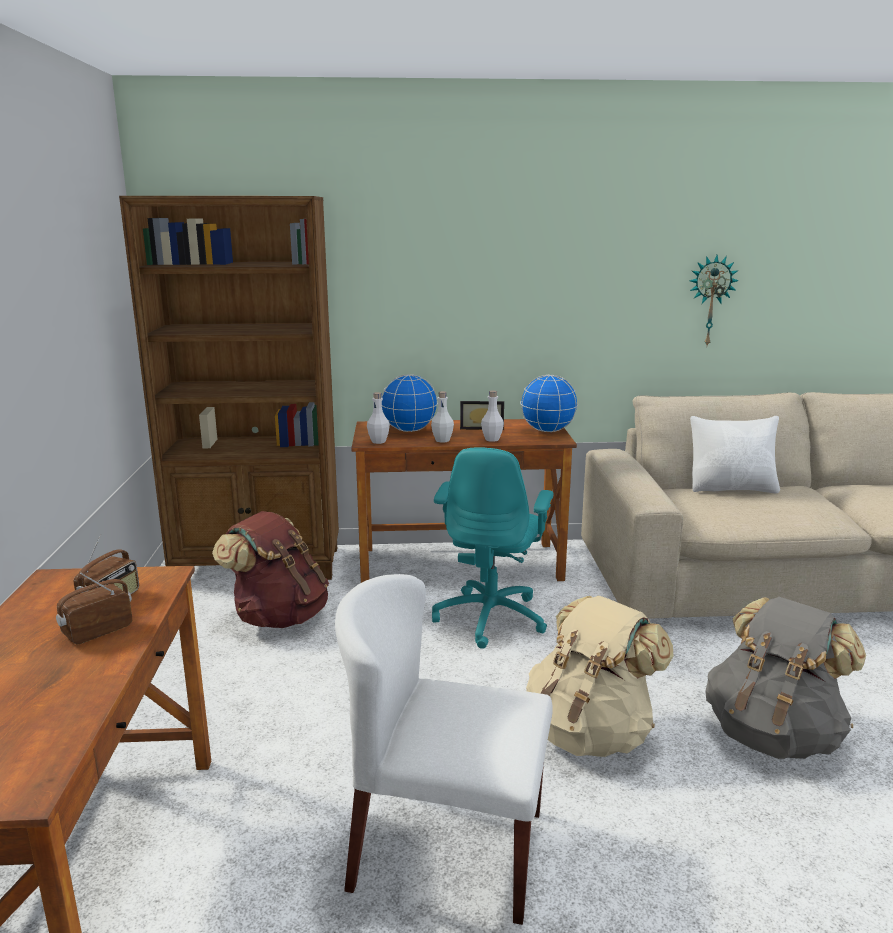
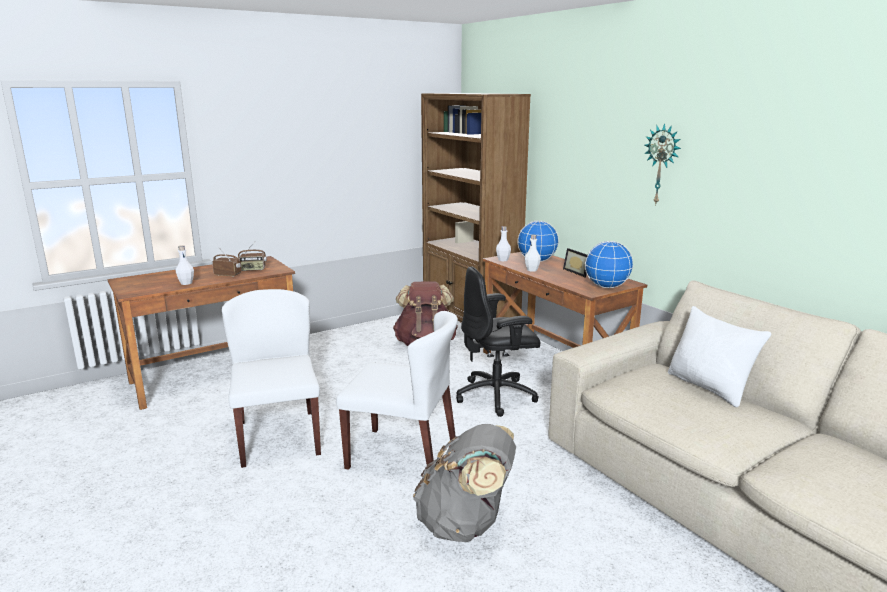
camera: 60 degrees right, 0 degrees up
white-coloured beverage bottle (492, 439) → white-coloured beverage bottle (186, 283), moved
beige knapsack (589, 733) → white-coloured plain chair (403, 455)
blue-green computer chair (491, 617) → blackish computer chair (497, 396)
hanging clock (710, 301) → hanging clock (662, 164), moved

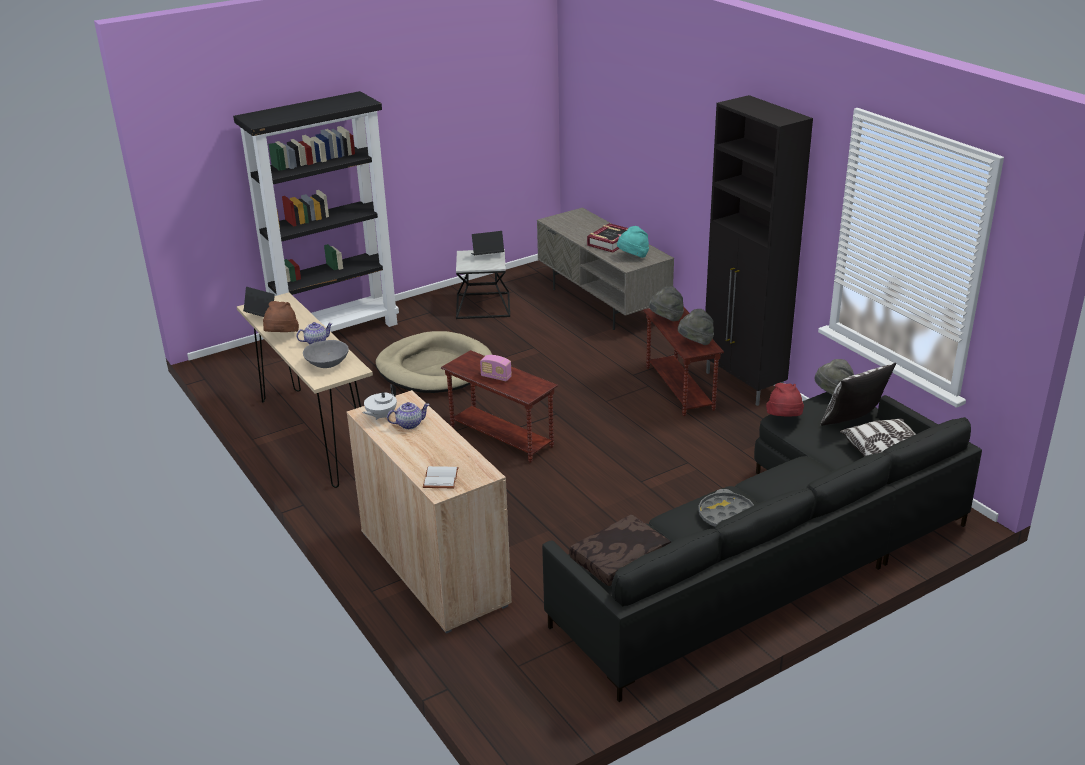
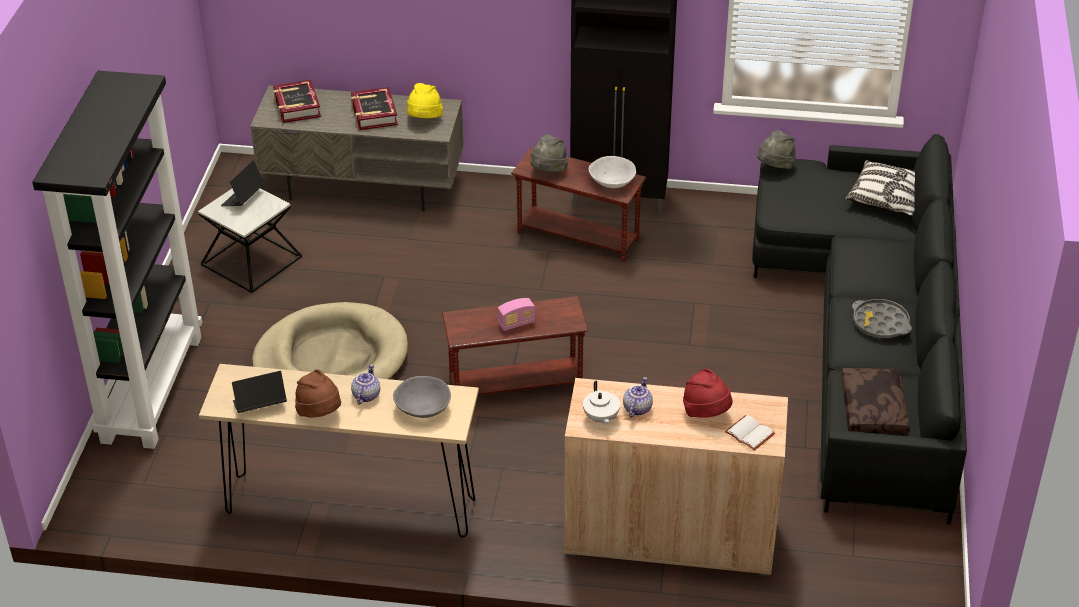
camera: 50 degrees left, 10 degrees up
- → bound book (296, 106)
blue-green clothing hat (633, 257) → yellowish clothing hat (424, 119)
gray clothing hat (695, 343) → white-coloured deep dish (612, 182)
red-coloured clothing hat (784, 419) → red-coloured clothing hat (706, 412), moved
pillow (852, 421) → -

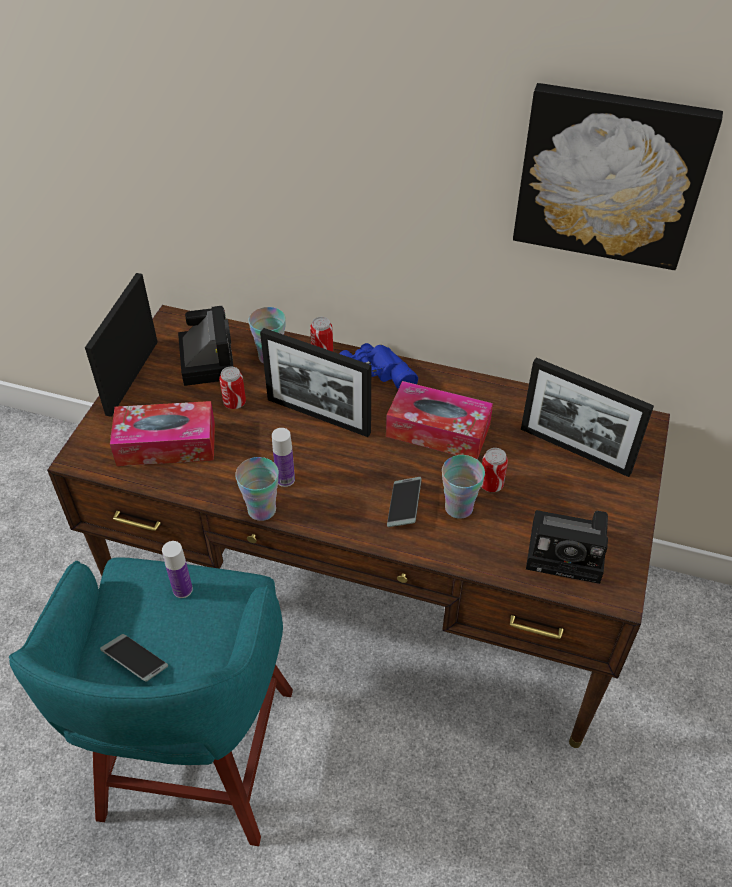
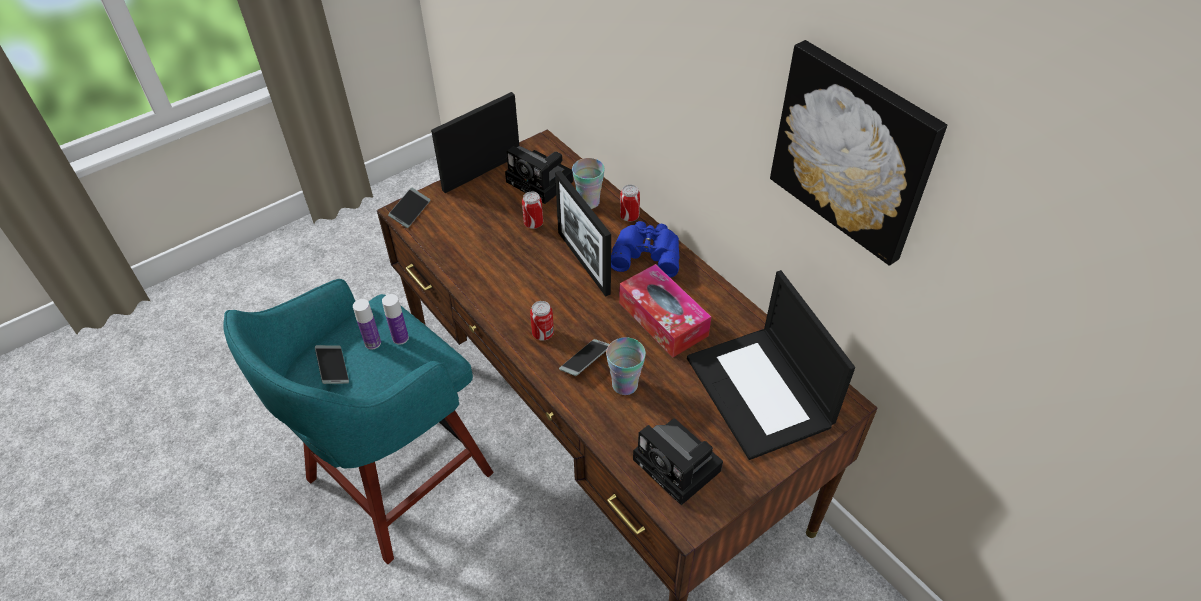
camera: 35 degrees right, 0 degrees up
beverage bottle (285, 479) → beverage bottle (373, 343), moved
- → telephone (410, 211)
photo camera (206, 359) → photo camera (542, 182), 105 degrees clockwise
sealed can (491, 484) → sealed can (543, 334), moved
picture frame (575, 450) → laptop (761, 392)
tissue box (166, 444) → -
cup (262, 510) → -

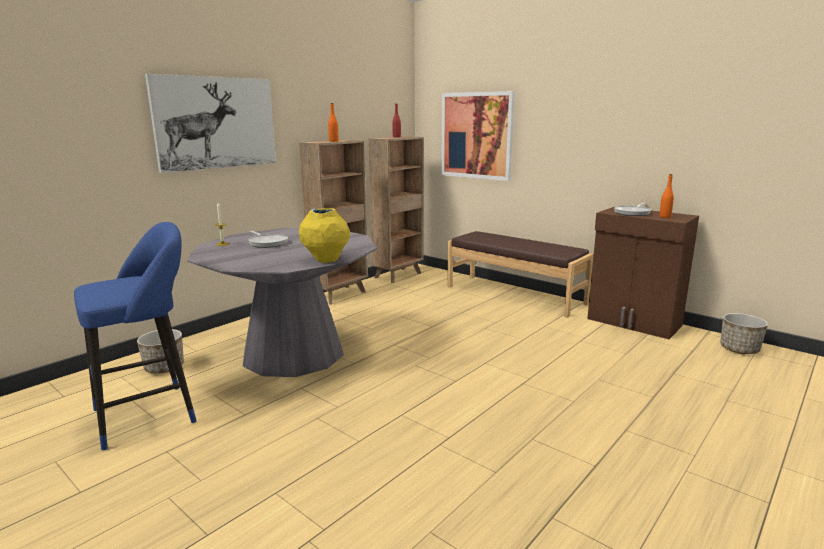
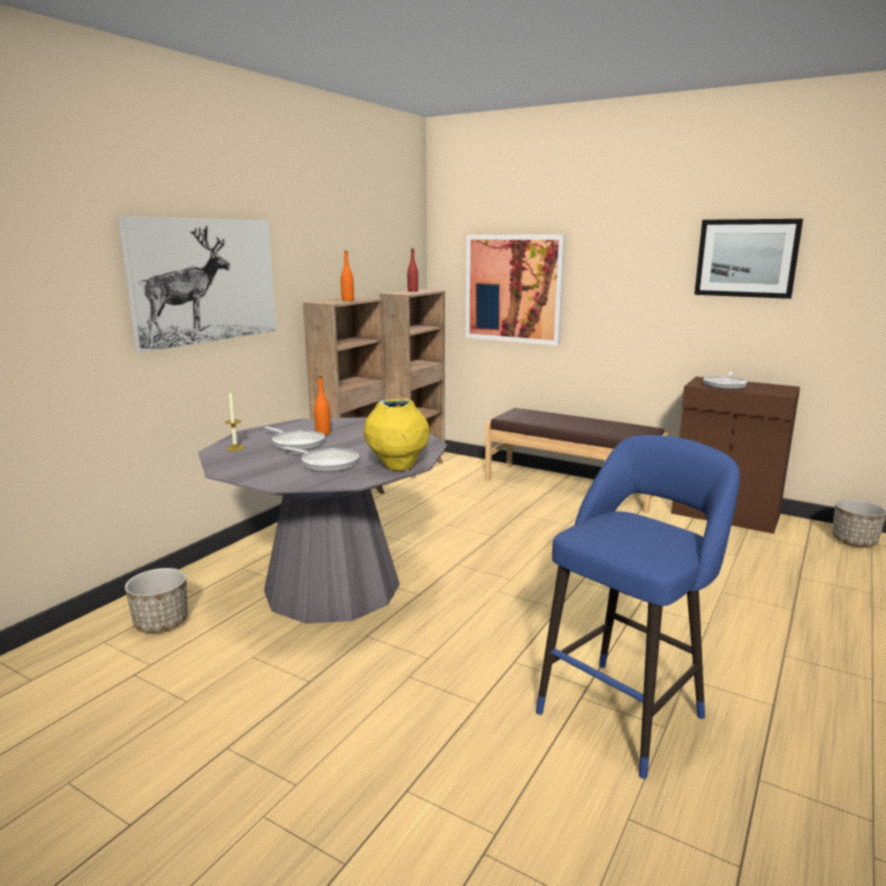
camera: 10 degrees left, 0 degrees up
- → skillet (327, 463)
orange-coloured beverage bottle (665, 217) → orange-coloured beverage bottle (323, 433), moved
bluish sitting stool (151, 413) → bluish sitting stool (625, 710), moved
- → wall art (746, 258)

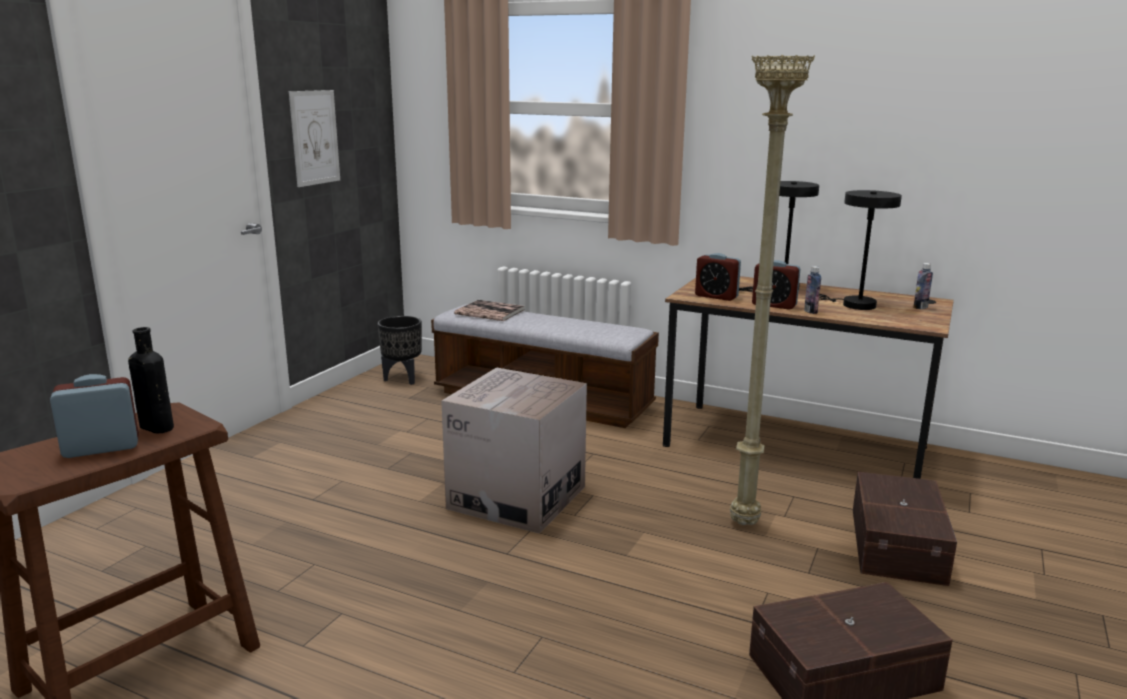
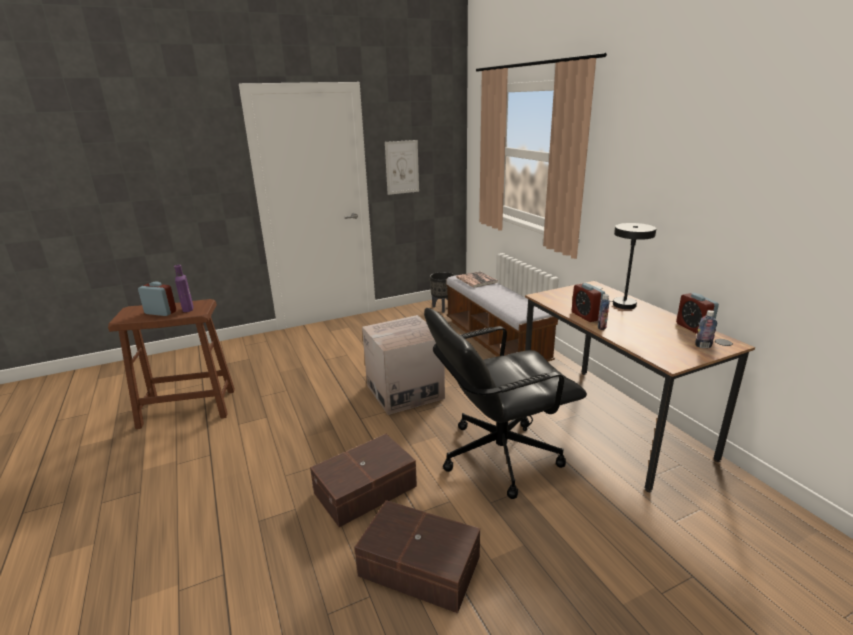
camera: 40 degrees right, 5 degrees up
blackish beverage bottle (155, 427) → purplish beverage bottle (188, 308)
brown-coloured storage box (899, 545) → brown-coloured storage box (367, 490), moved
beige floor lamp (742, 522) → blackish computer chair (498, 455)
table clock (716, 296) → table clock (693, 328), moved
blackish tabletop lamp (853, 304) → -

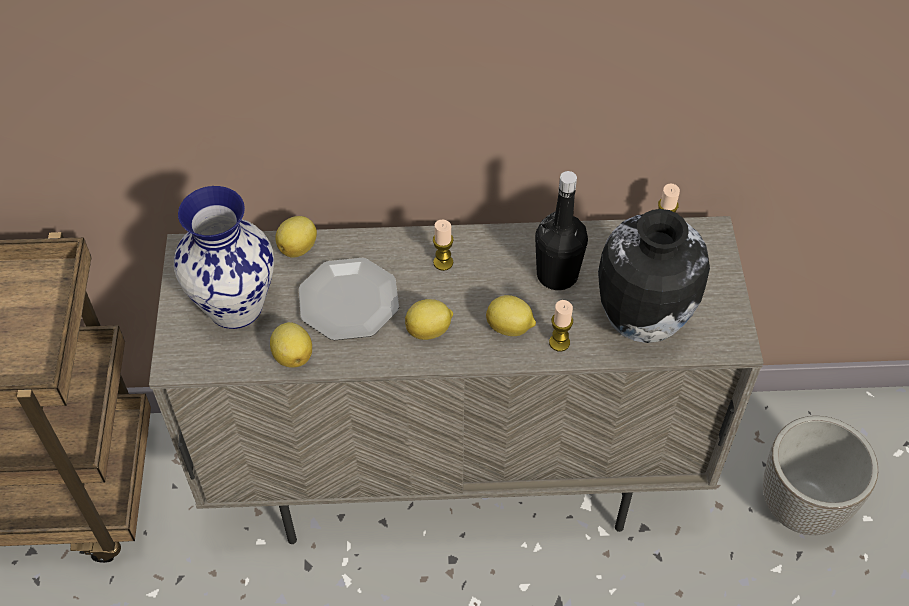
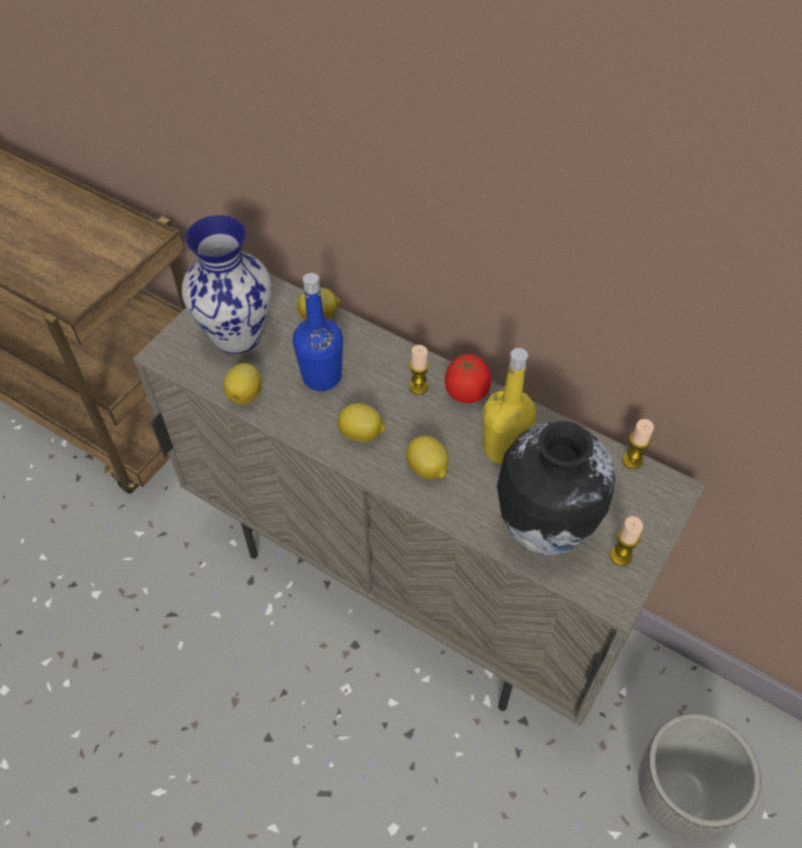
camera: 35 degrees right, 0 degrees up
plate (349, 300) → bluish beverage bottle (321, 377)
- → whole tomato (466, 392)
blackish beverage bottle (557, 275) → yellowish beverage bottle (503, 448)
candle (559, 342) → candle (620, 556), moved

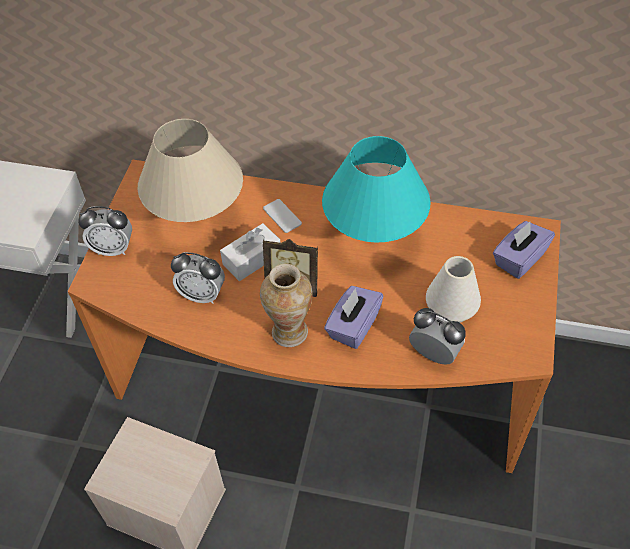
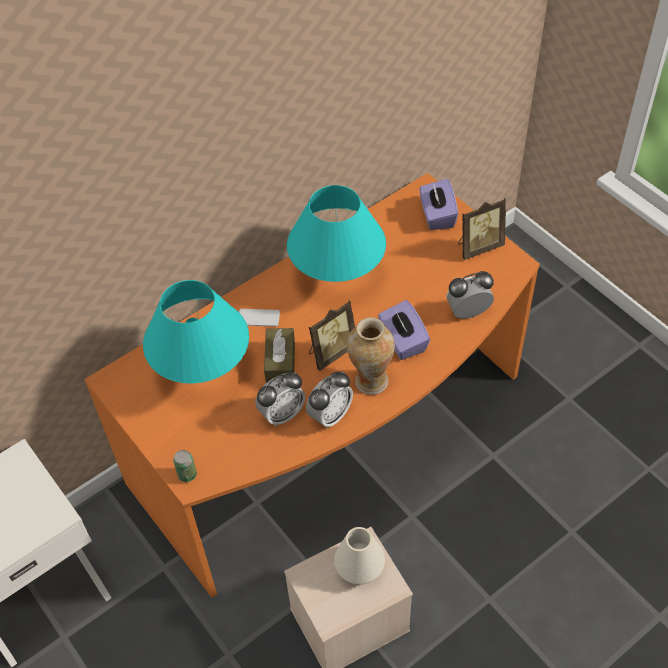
camera: 50 degrees left, 0 degrees up
beige tabletop lamp (198, 220) → blue-green tabletop lamp (203, 373)
- → sealed can (187, 475)
white-coloured tissue box (252, 259) → brown-coloured tissue box (280, 362)
table clock (113, 249) → table clock (330, 415), moved
white-coloured vase (451, 310) → white-coloured vase (359, 568), moved
- → picture frame (478, 246)

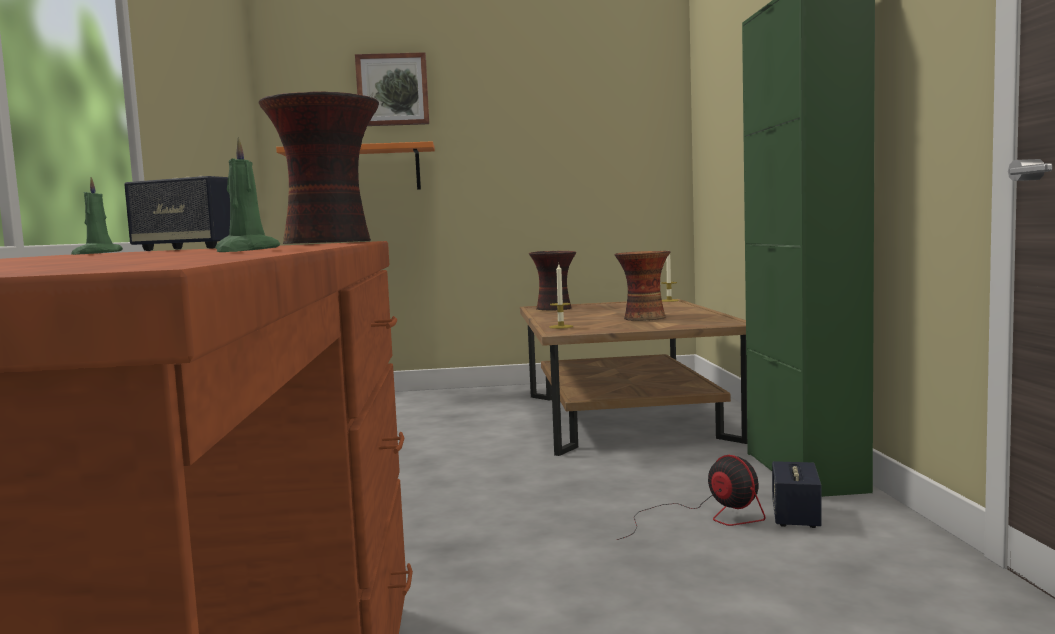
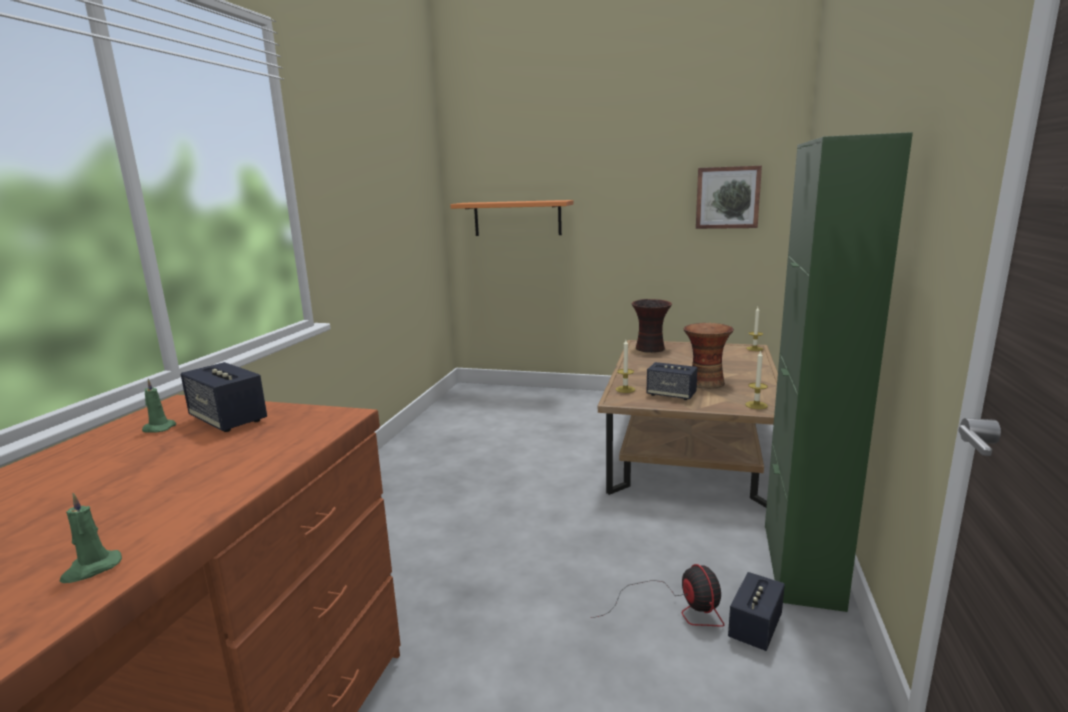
camera: 20 degrees right, 10 degrees up
- → speaker (671, 395)
wall art (392, 90) → wall art (727, 197), moved
- → candle (756, 405)
vase (331, 243) → -

